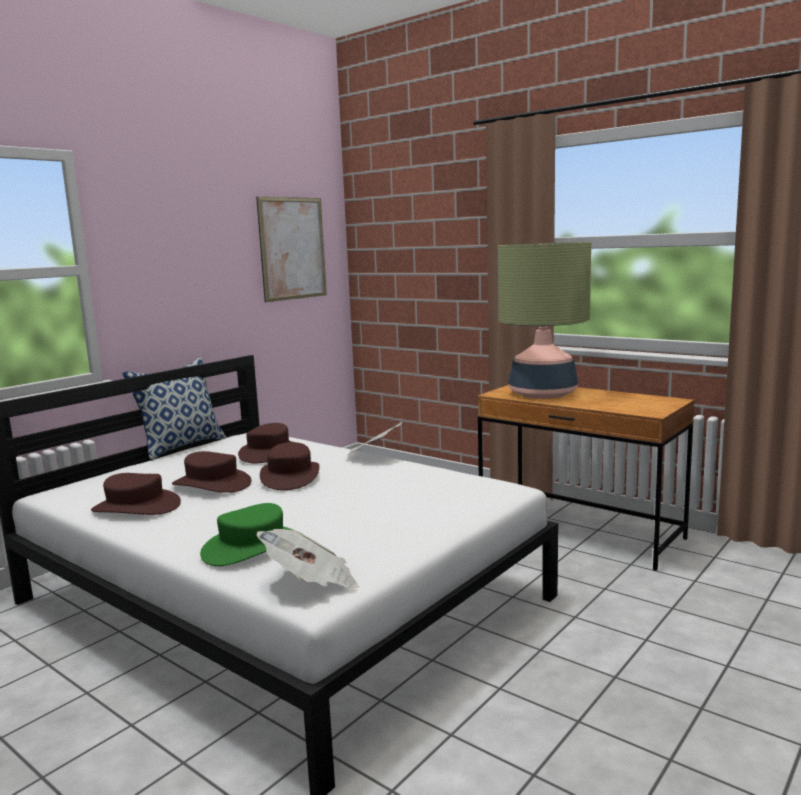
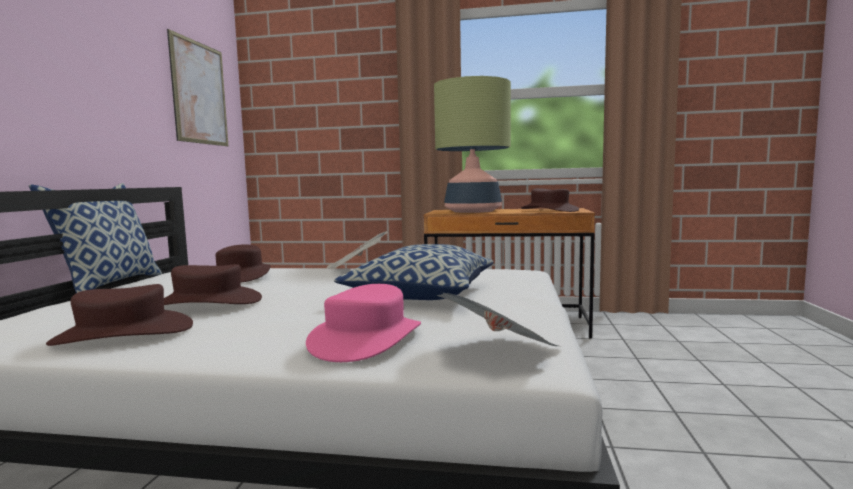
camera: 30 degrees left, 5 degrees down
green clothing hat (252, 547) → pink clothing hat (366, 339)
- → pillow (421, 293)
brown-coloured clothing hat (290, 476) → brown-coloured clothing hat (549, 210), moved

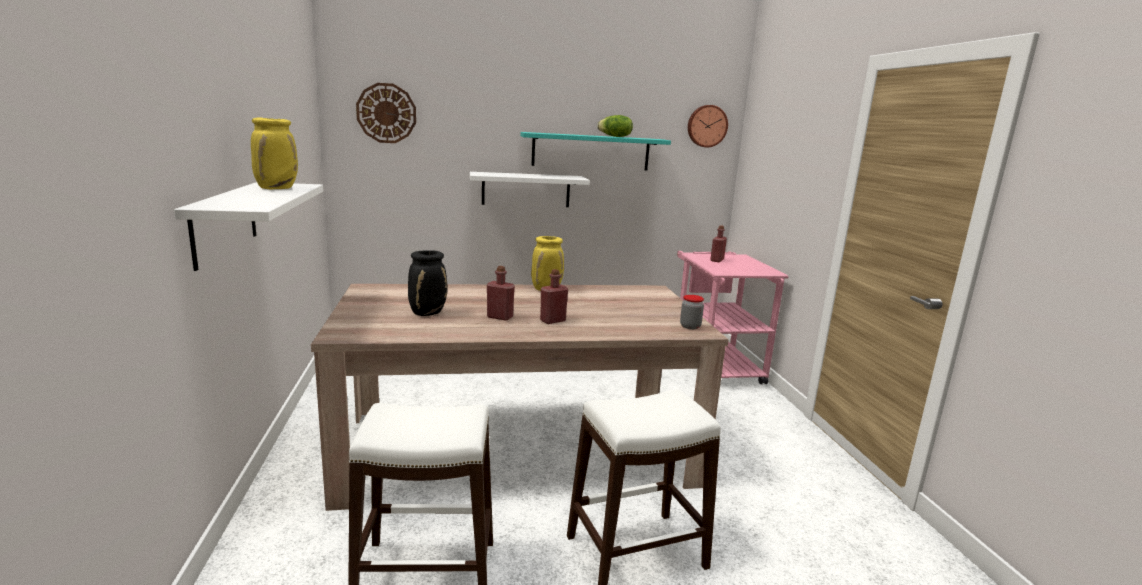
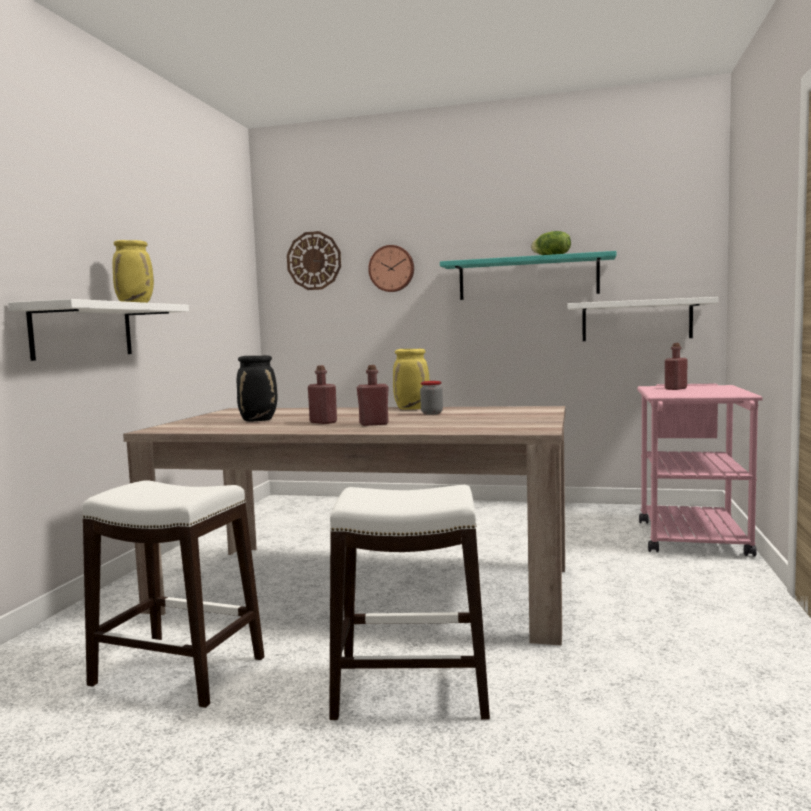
camera: 25 degrees right, 10 degrees down
hanging clock (706, 126) → hanging clock (392, 268), moved
preserve jar (690, 326) → preserve jar (432, 413), moved
white-coloured bracket shelf (526, 189) → white-coloured bracket shelf (636, 320), moved

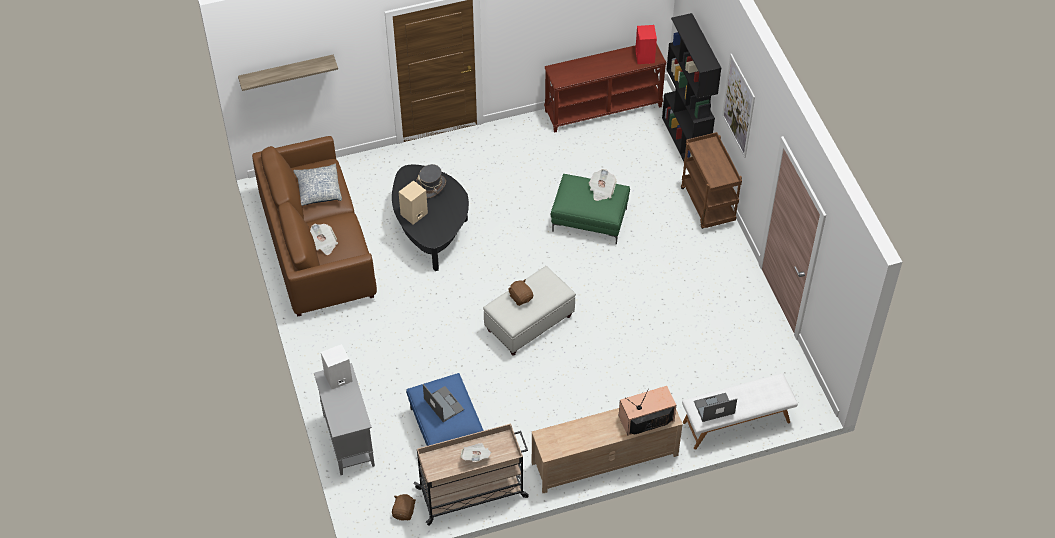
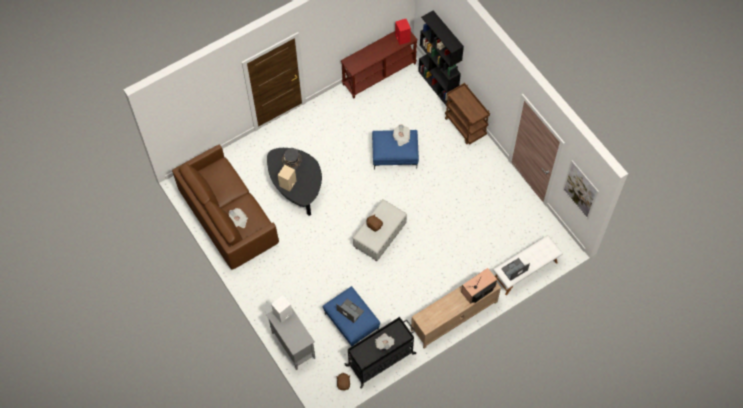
camera: 15 degrees left, 10 degrees up
beige cart (473, 492) → blackish cart (381, 359)
green footrest (590, 219) → bluish footrest (395, 155)
wall art (738, 106) → wall art (580, 190), moved
bracket shelf (287, 72) → -
pillow (318, 190) → -

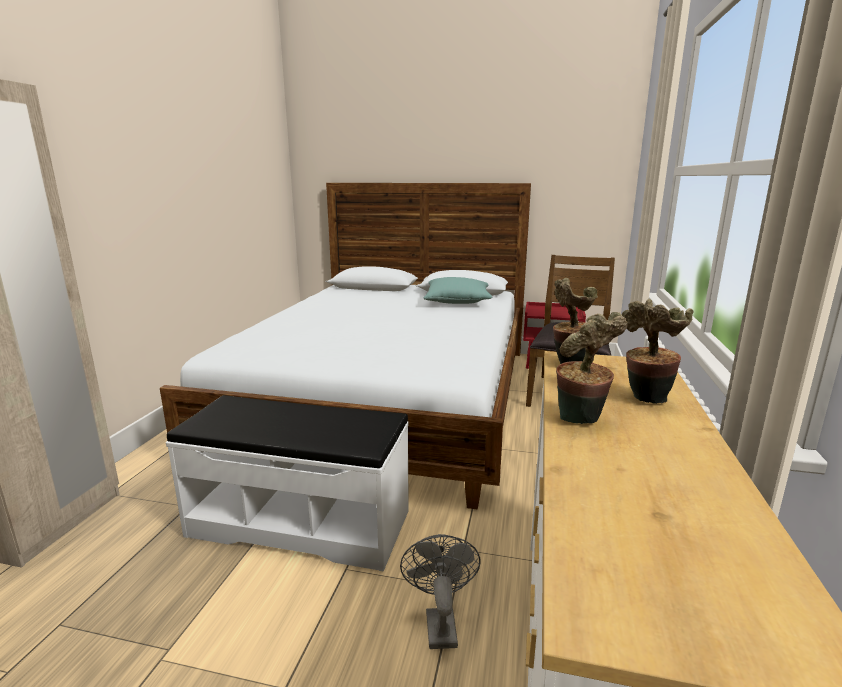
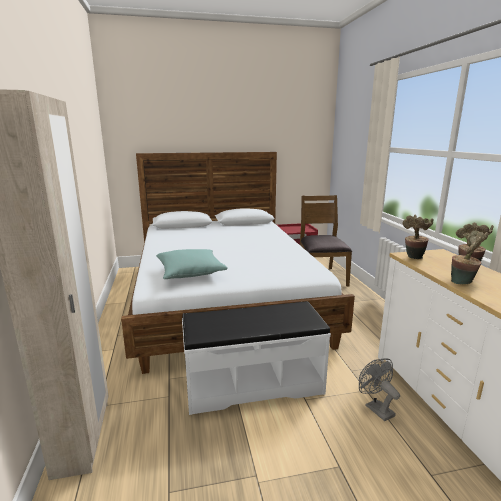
camera: 25 degrees left, 0 degrees up
blue-green pillow (458, 301) → blue-green pillow (190, 272), moved

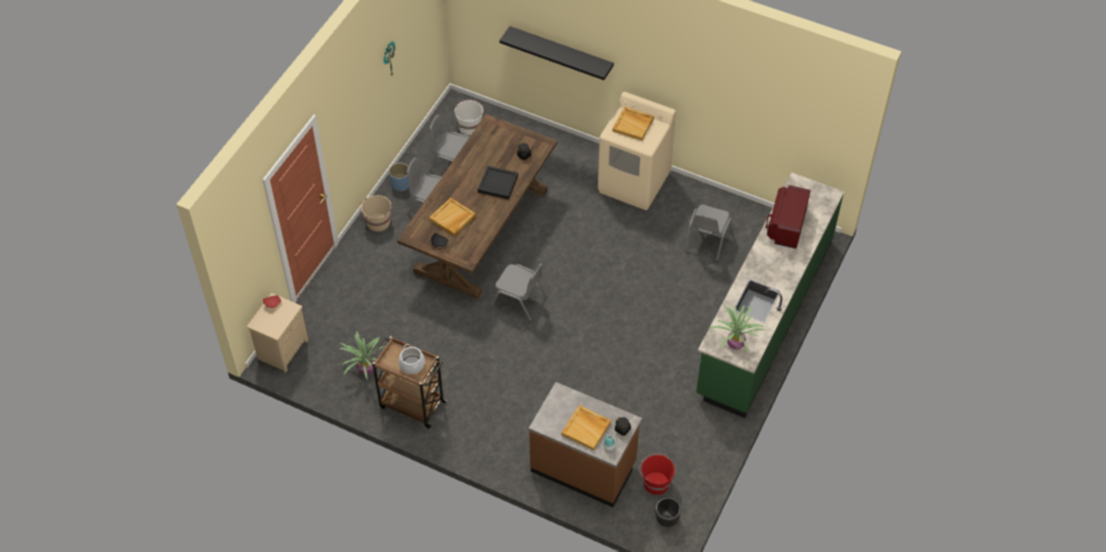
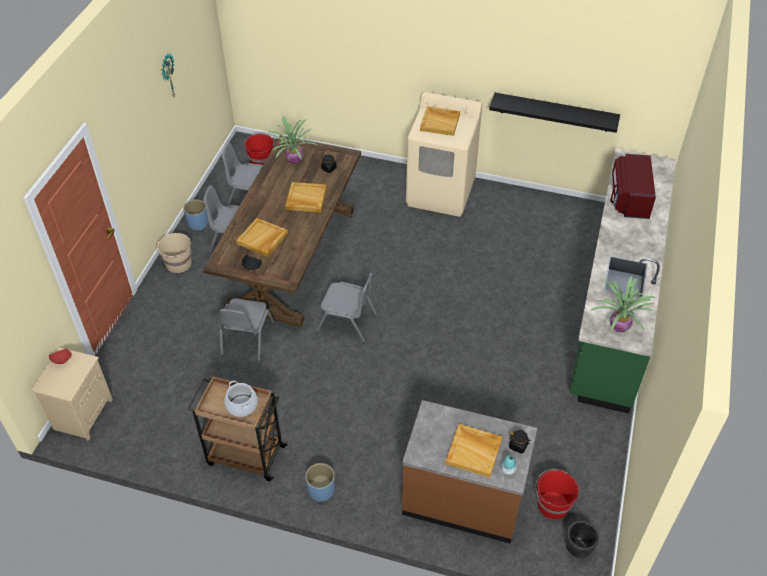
camera: 10 degrees left, 5 degrees down
gray plain chair (707, 240) → gray plain chair (247, 339), moved
white-coloured pail (469, 126) → red-coloured pail (261, 162)
potted plant (365, 369) → potted plant (294, 159), moved
blackish serving tray (497, 184) → beige serving tray (306, 199)
- → bluish plant pot (321, 490)
blackish bracket shelf (561, 51) → blackish bracket shelf (555, 112), moved

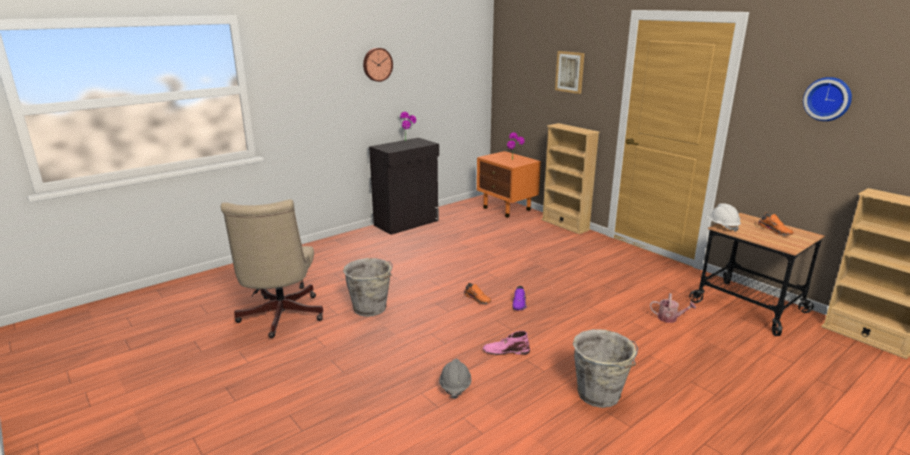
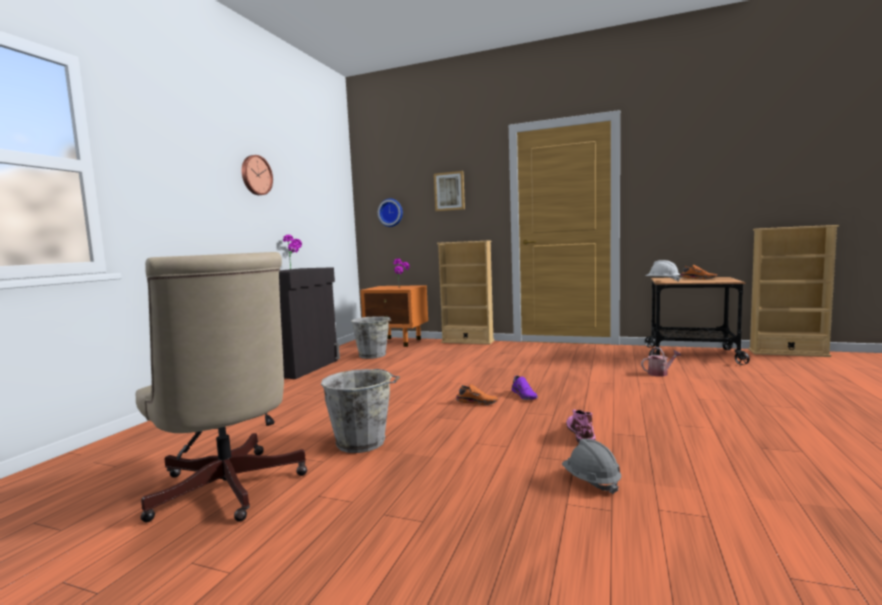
camera: 30 degrees left, 15 degrees down
gray pail (599, 395) → gray pail (373, 355), moved
hanging clock (828, 99) → hanging clock (391, 212), moved
pink high-top boot (505, 350) → pink high-top boot (580, 432), 120 degrees clockwise

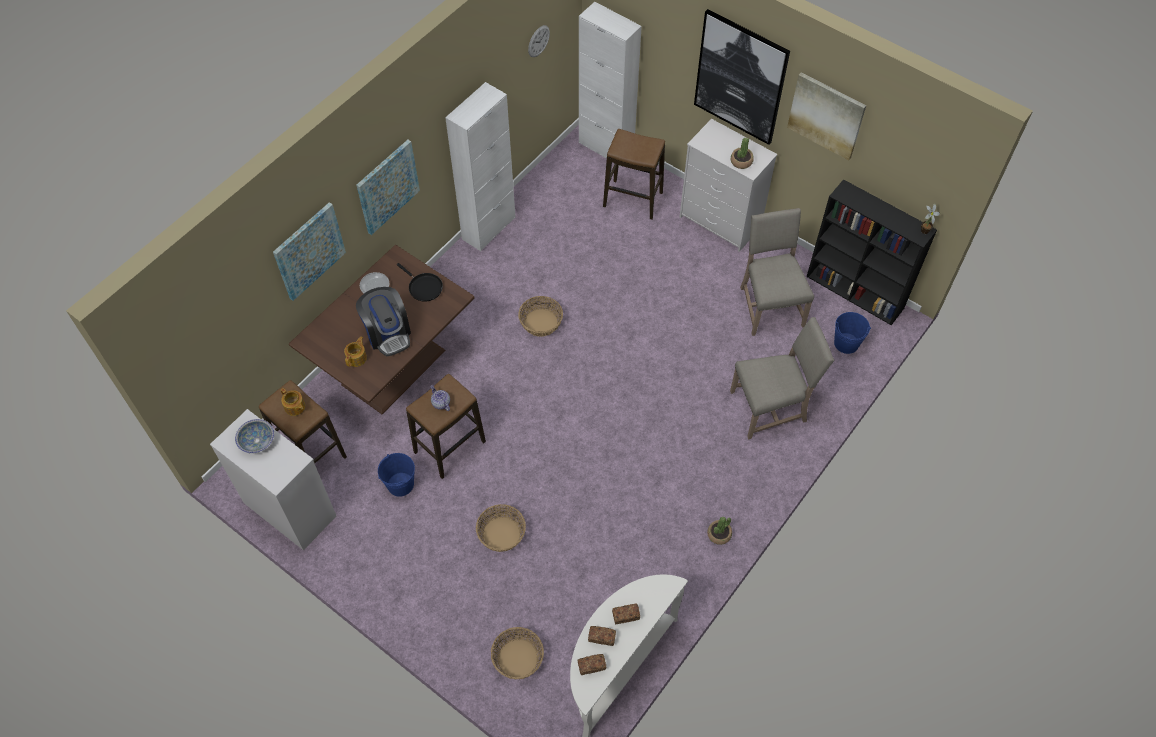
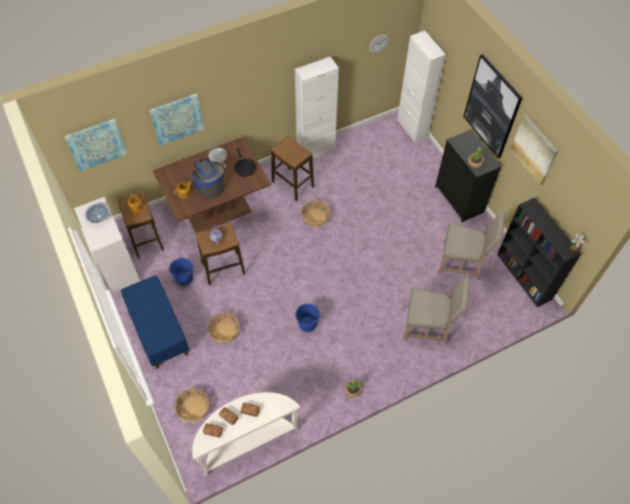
camera: 25 degrees right, 0 degrees up
wall art (387, 186) → wall art (96, 144), moved
- → bluish indoor bench (158, 330)
coffee maker (388, 333) → coffee maker (209, 186), 150 degrees clockwise
sitting stool (633, 200) → sitting stool (293, 184), moved
bluish pail (846, 343) → bluish pail (307, 324), moved
white-coloured dresser (720, 222) → blackish dresser (459, 199)
beige plain chair (769, 305) → beige plain chair (462, 262), 90 degrees clockwise

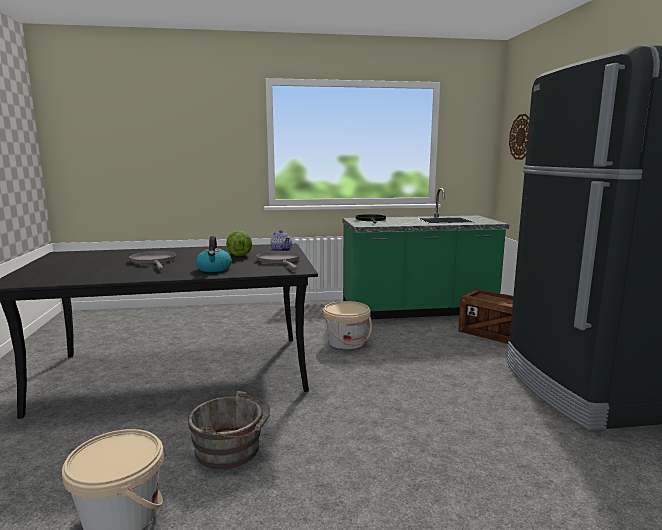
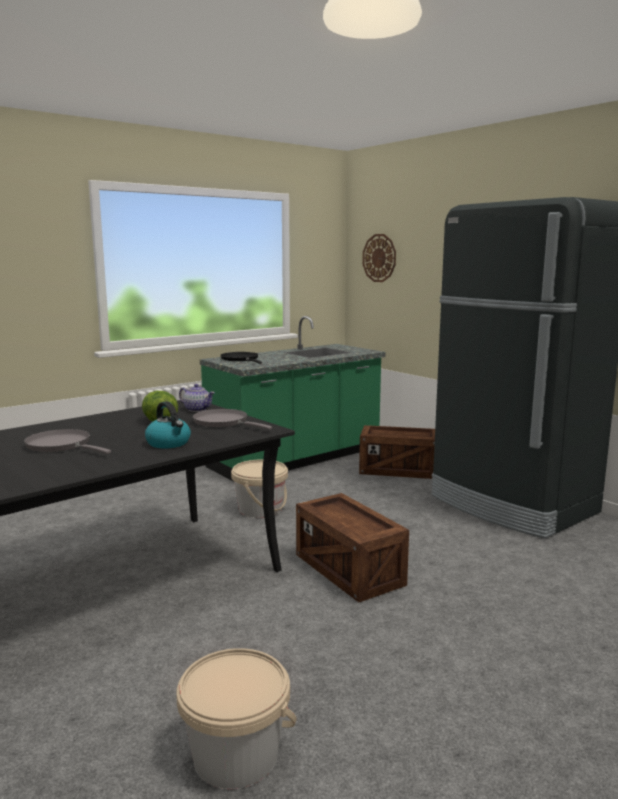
camera: 30 degrees left, 0 degrees up
- → packing crate (349, 570)
gray pail (231, 450) → -

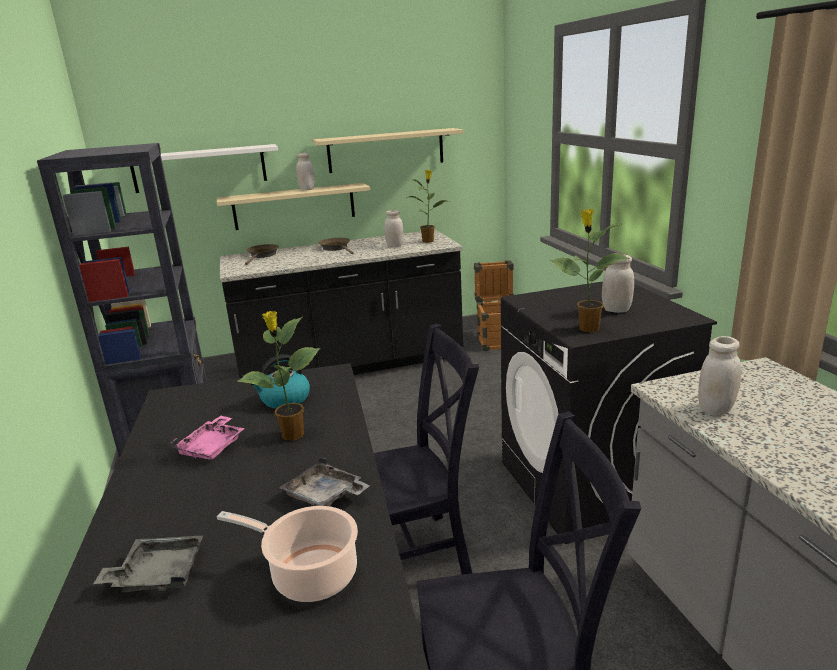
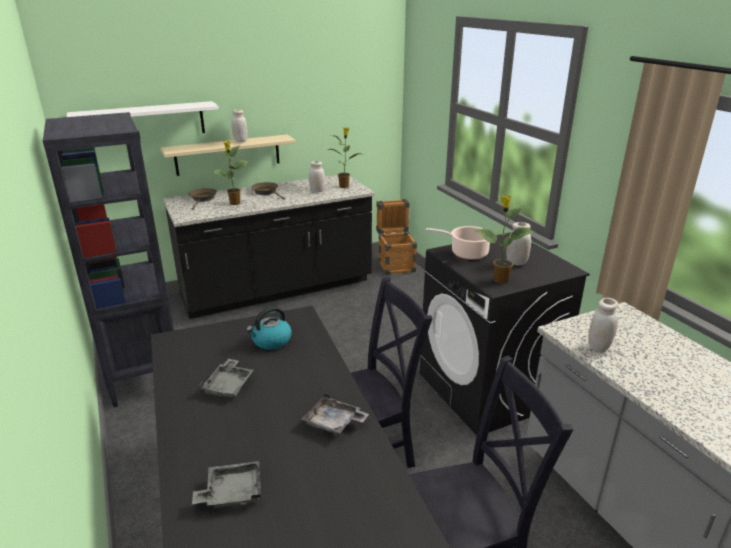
camera: 10 degrees left, 5 degrees up
pink serving tray (213, 447) → gray serving tray (229, 385)
potted plant (292, 436) → potted plant (234, 203), moved
saucepot (309, 574) → saucepot (466, 253), moved
beige bracket shelf (386, 150) → -

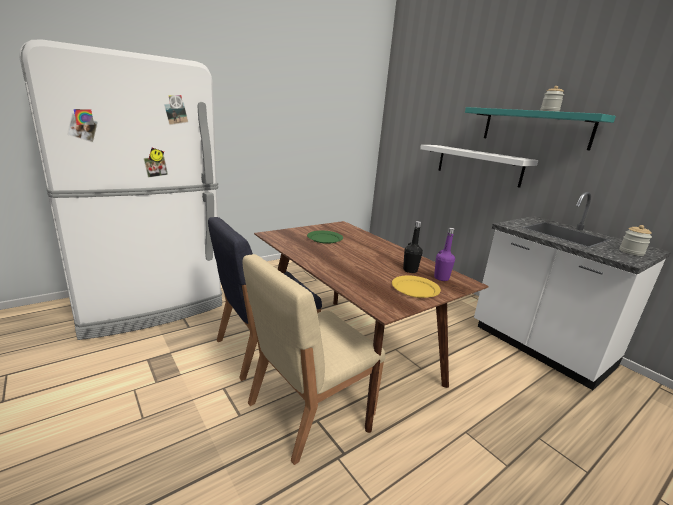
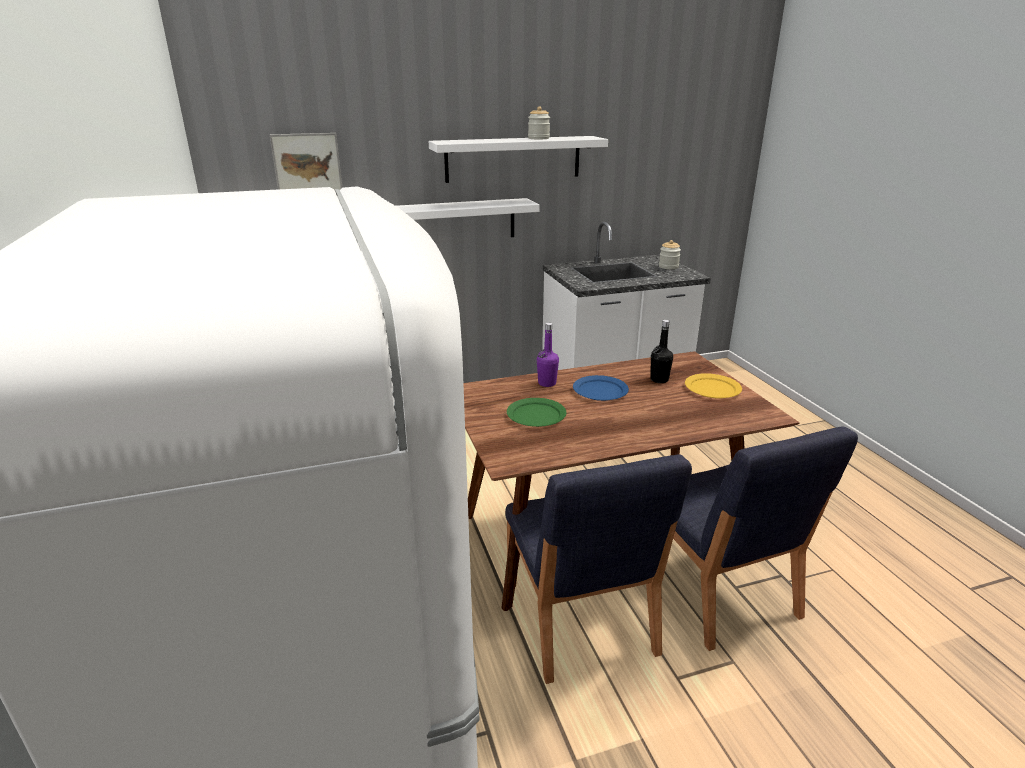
camera: 70 degrees left, 5 degrees up
- → wall art (307, 166)
blue-green bracket shelf (535, 128) → white-coloured bracket shelf (513, 159)
purplish beverage bottle (441, 278) → purplish beverage bottle (547, 383), moved
- → bluish plate (600, 391)
beige plain chair (309, 409) → bluish plain chair (717, 590)

